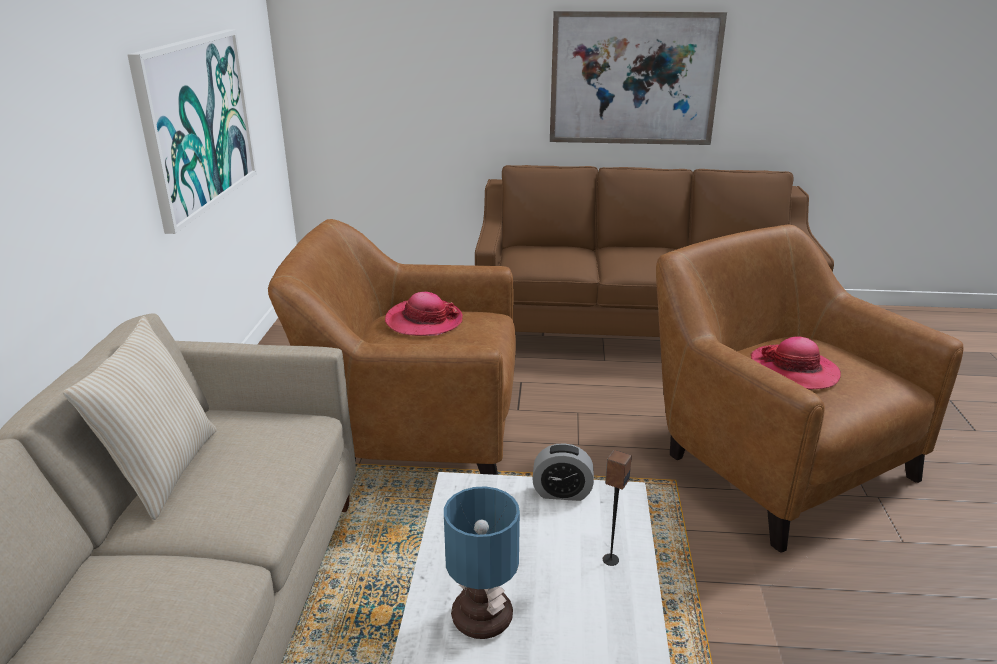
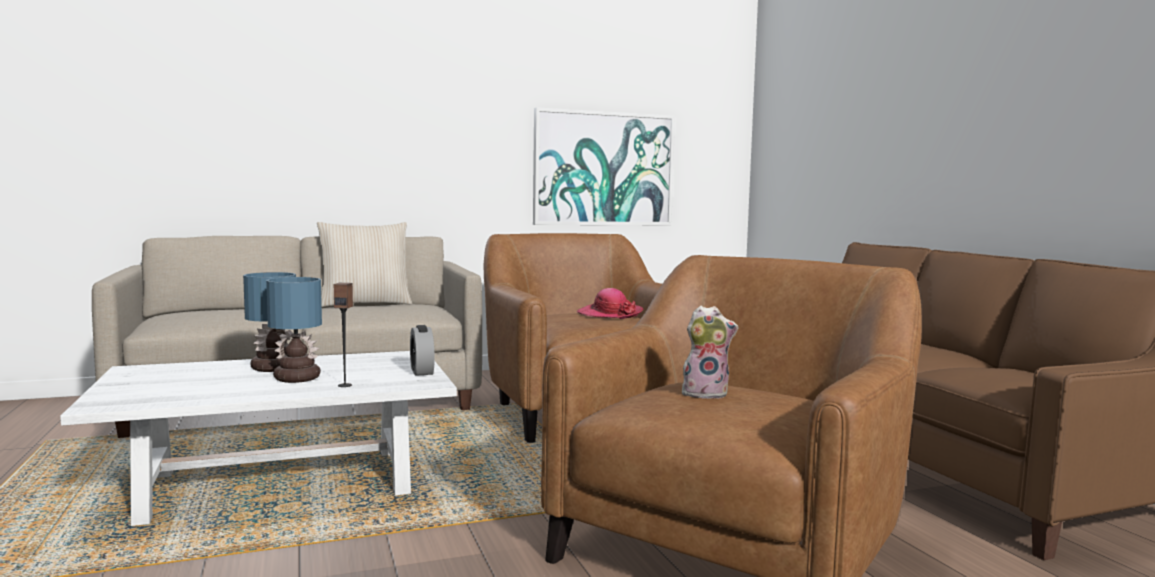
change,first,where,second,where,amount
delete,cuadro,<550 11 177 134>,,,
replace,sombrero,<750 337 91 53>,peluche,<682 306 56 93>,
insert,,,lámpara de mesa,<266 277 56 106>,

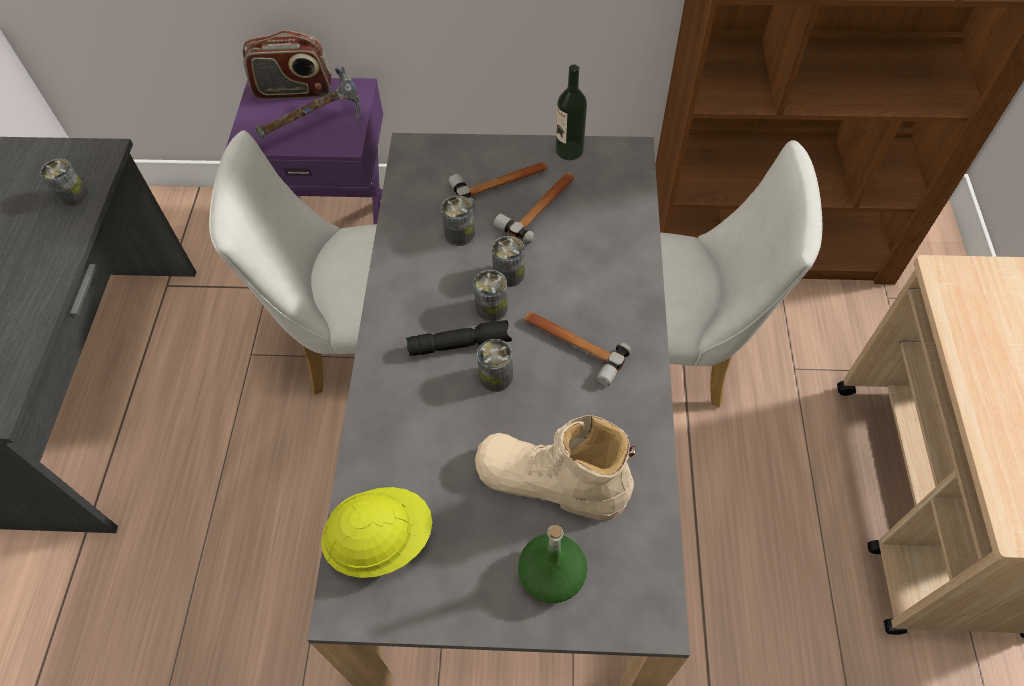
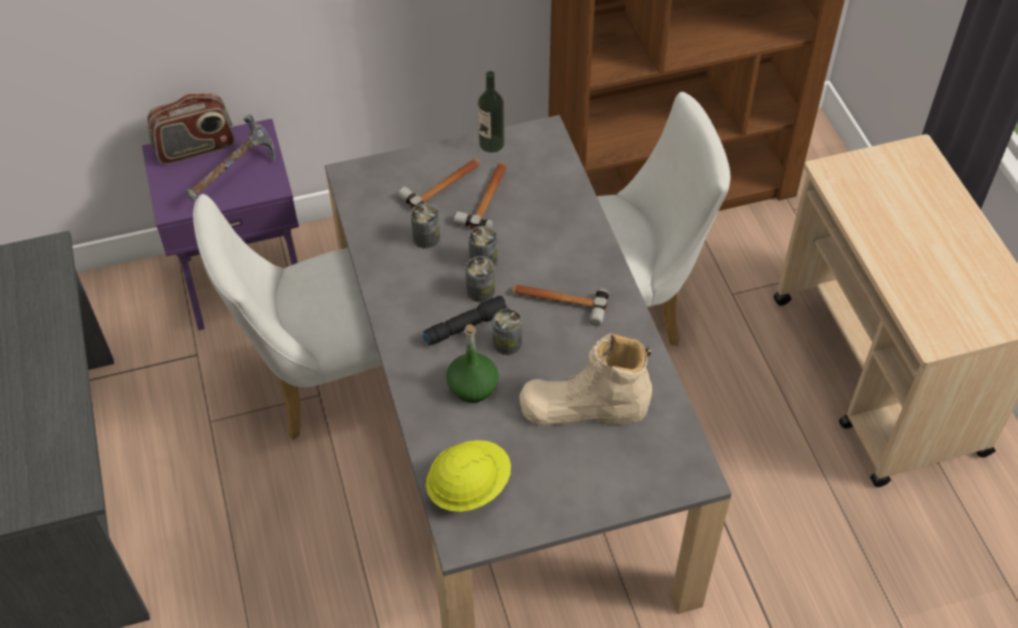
change,first,where,second,where,amount
delete,lata,<40 159 49 48>,,,
move,botella/verde,<518 525 69 78>,,<446 324 53 79>,

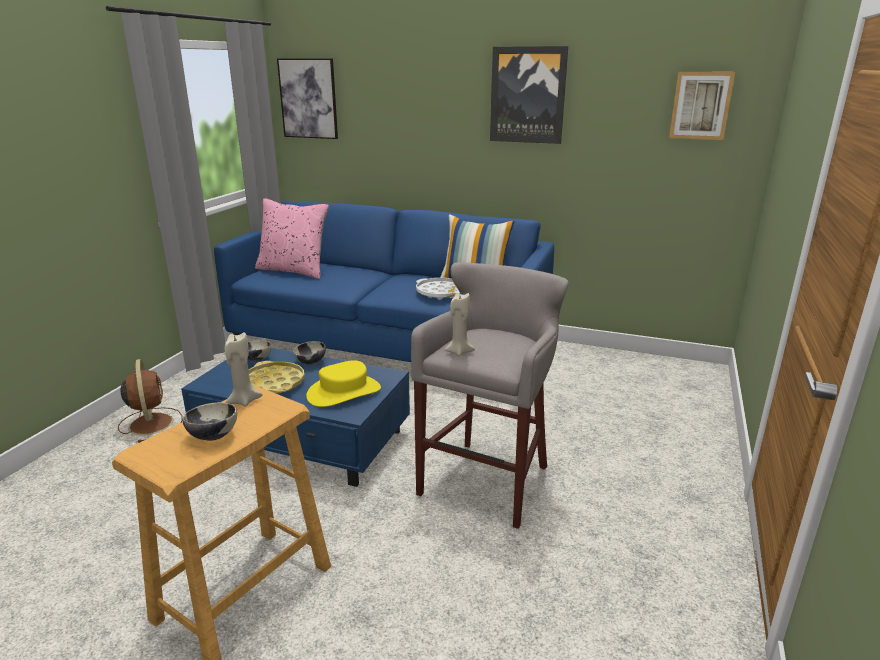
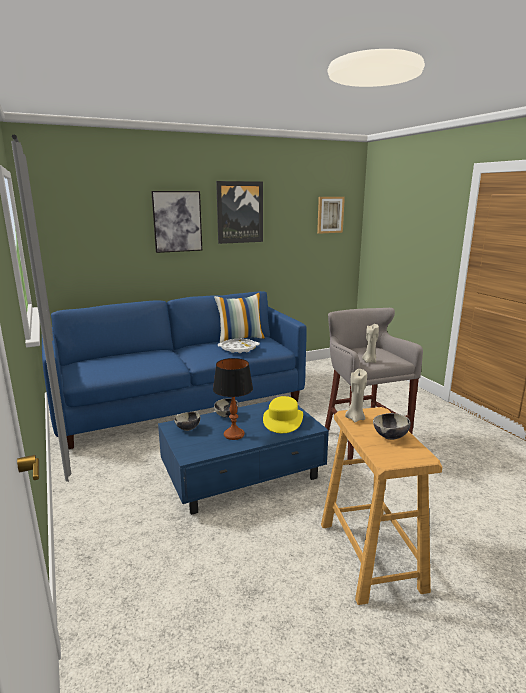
change,first,where,second,where,amount
move,cuadro,<277 58 61 81>,,<151 191 51 62>,
delete,cojín/rosa,<255 198 74 81>,,,
delete,ventilador/marrón,<118 359 64 84>,,,
replace,bandeja/amarillo,<248 361 56 32>,lámpara de mesa,<213 358 40 82>,

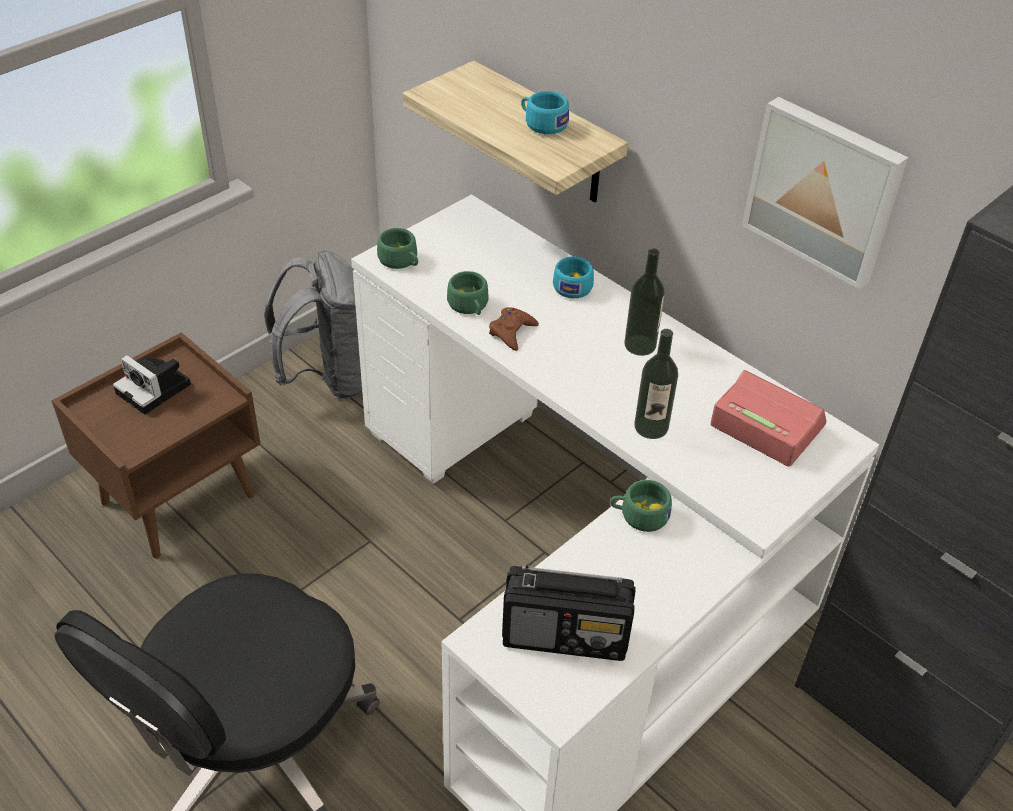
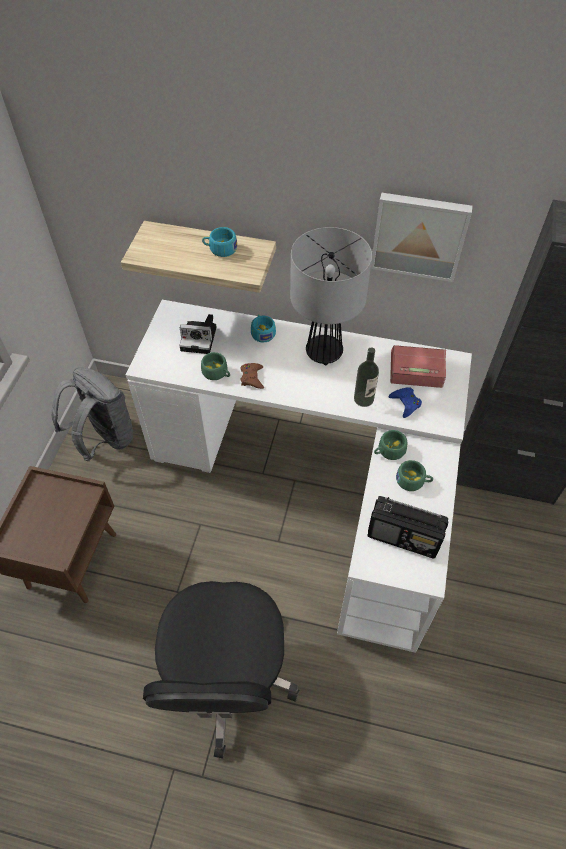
change,first,where,second,where,amount
move,taza/verde,<377 228 41 41>,,<396 460 37 31>,
replace,botella,<624 248 41 108>,lámpara de mesa,<290 227 82 138>,
move,cámara,<113 355 78 60>,,<179 314 38 40>,
rotate,radio,<502 565 133 96>,,<367 496 81 63>,45 degrees clockwise
insert,,,mando de consola/azul,<389 387 33 31>,

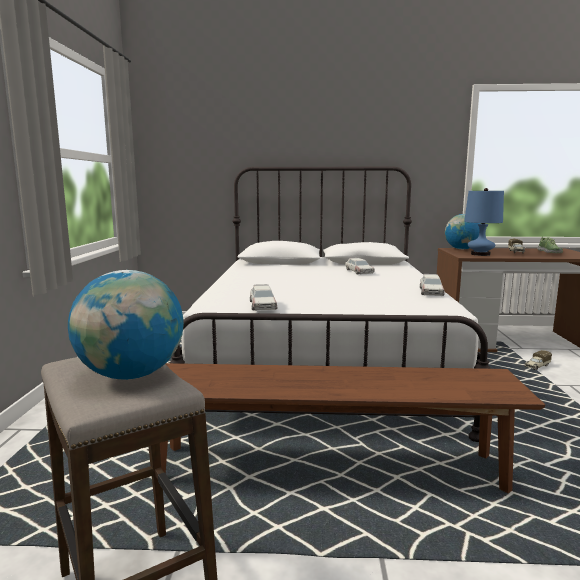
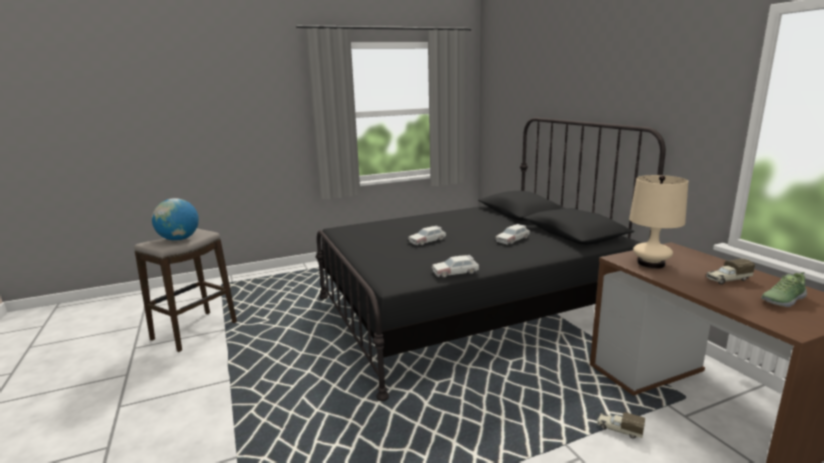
change,first,where,second,where,amount
recolor,cama/blanco,<170 167 321 275>,cama/negro,<316 117 350 284>,
recolor,lámpara de mesa/azul,<464 188 40 68>,lámpara de mesa/beis,<629 175 59 94>,
delete,globo terráqueo,<445 214 36 36>,,,
move,coche de juguete,<250 284 27 27>,,<408 225 38 20>,
delete,banco/marrón,<160 363 385 130>,,,

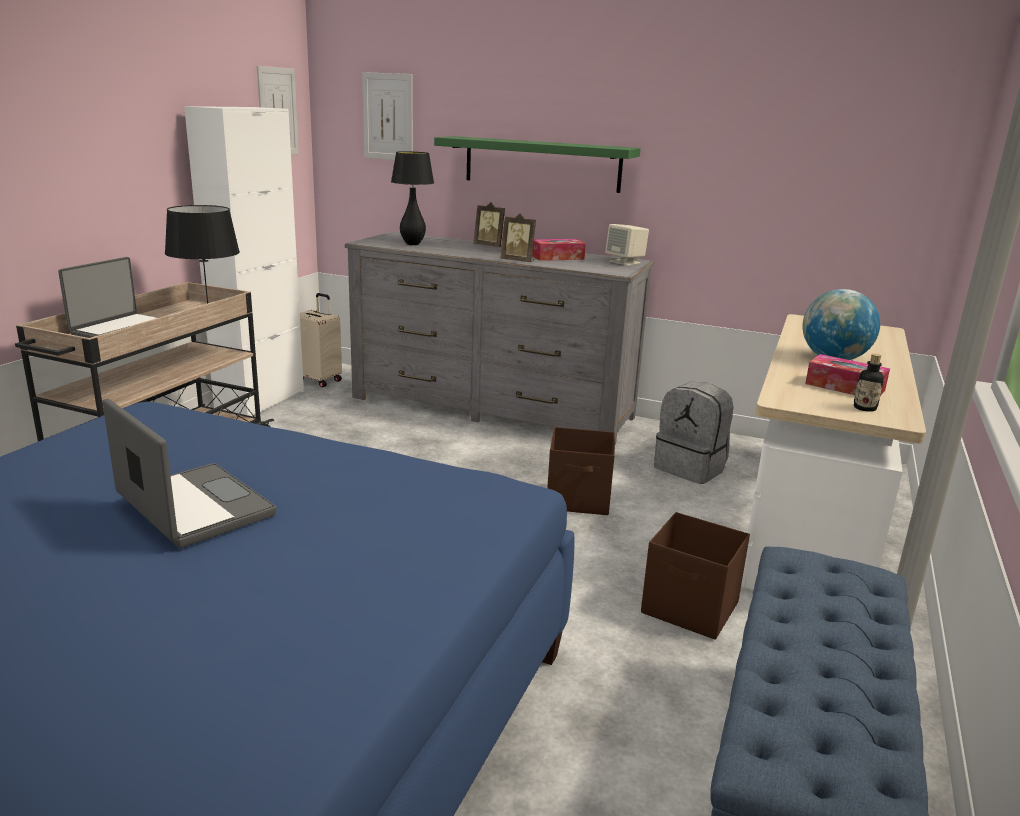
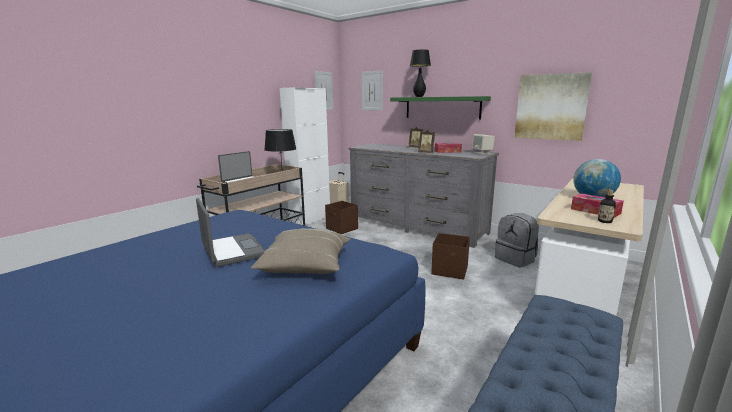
change,first,where,second,where,amount
move,lámpara de mesa/negro,<391 151 43 94>,,<410 50 21 47>,
move,caja de almacenaje/marrón,<641 512 109 128>,,<325 201 33 33>,
insert,,,cuadro,<514 72 78 69>,
insert,,,cojín/beis,<251 228 100 46>,

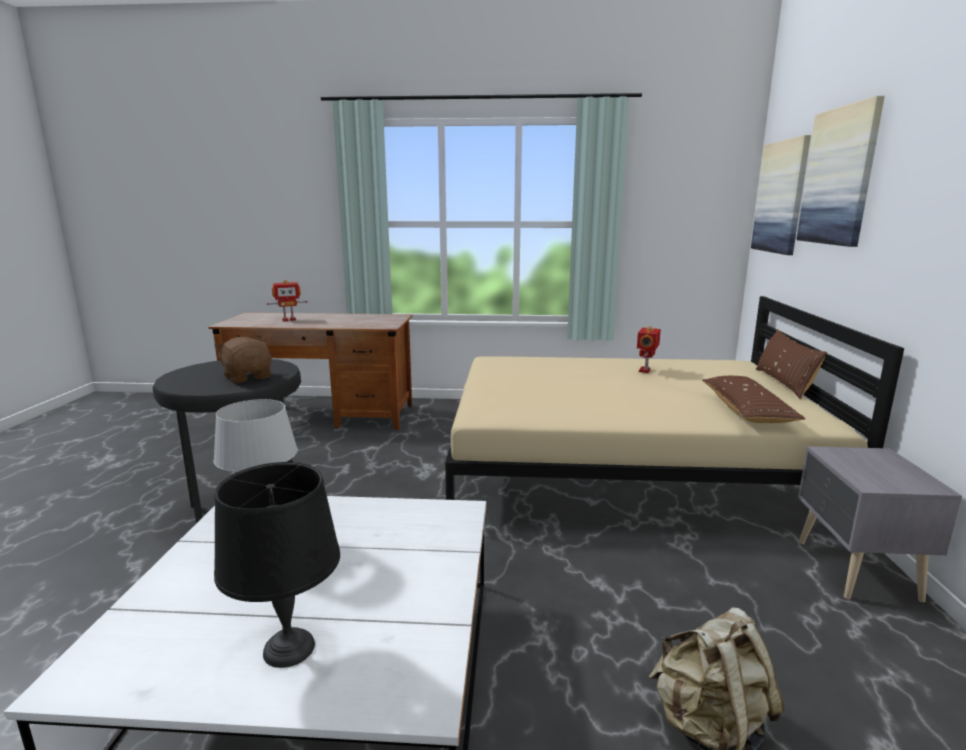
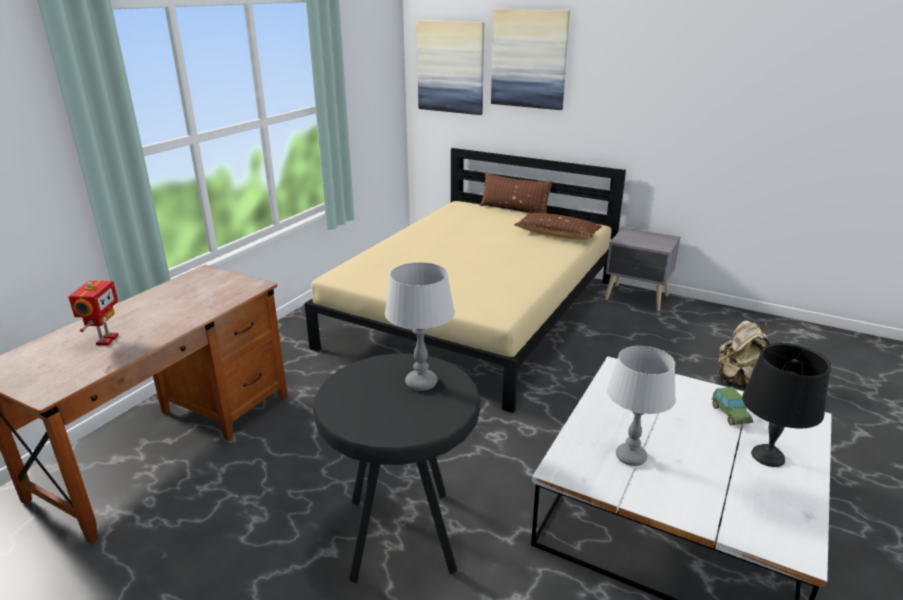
change,first,where,second,where,amount
delete,robot de juguete,<637 326 24 47>,,,
replace,peluche/marrón,<215 337 57 46>,lámpara de mesa/gris,<385 262 70 129>,
insert,,,coche de juguete,<711 387 43 39>,

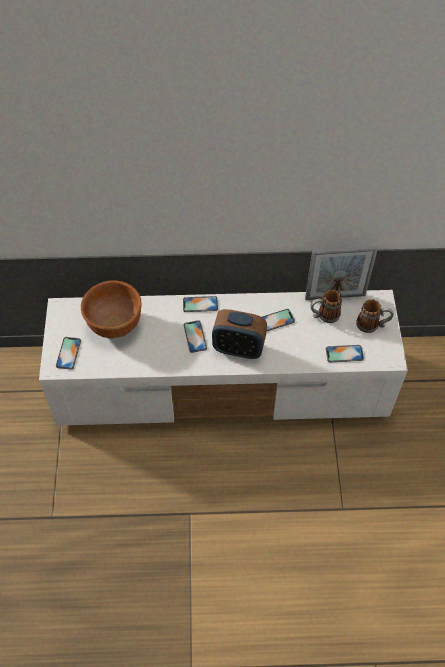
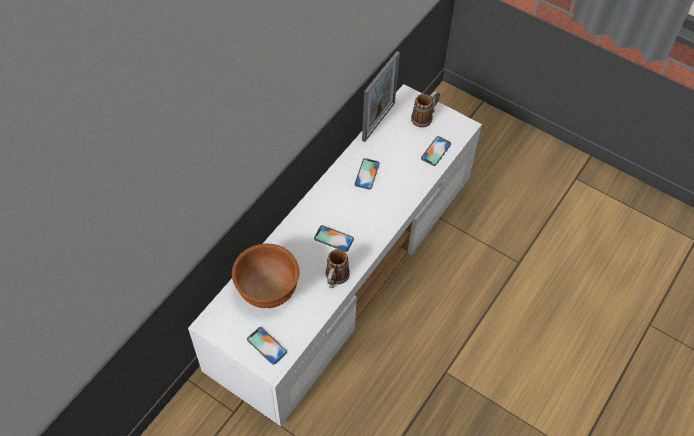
change,first,where,second,where,amount
move,taza grande,<310 289 32 34>,,<326 249 24 39>,
delete,móvil,<183 296 35 16>,,,
delete,despertador,<212 309 55 50>,,,

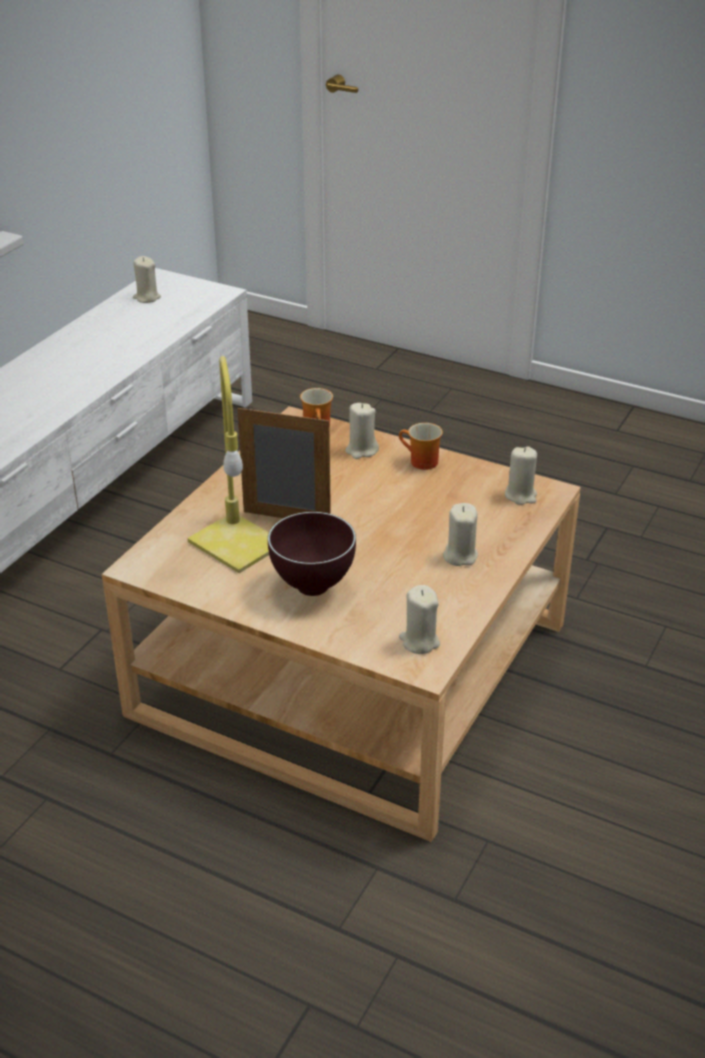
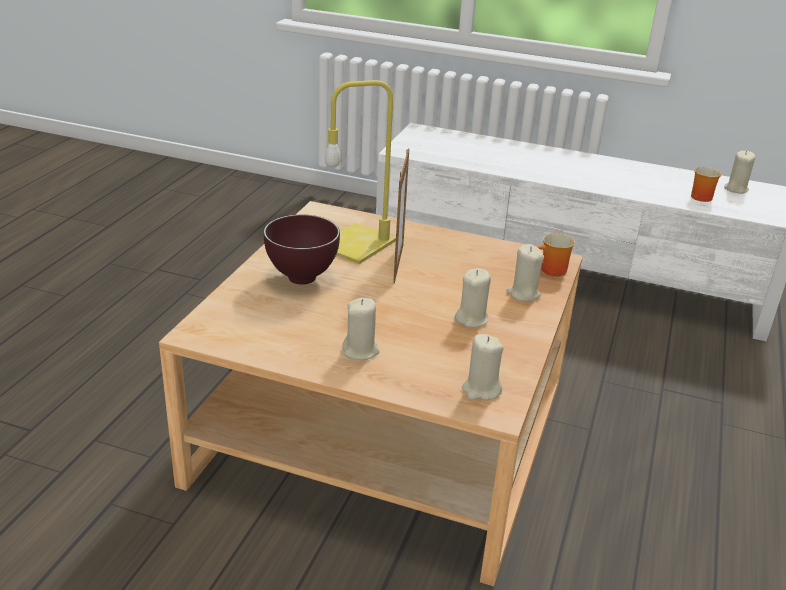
change,first,where,second,where,amount
move,taza grande,<399 423 44 47>,,<691 167 31 35>,
move,vela/beis,<399 585 41 69>,,<455 268 36 60>,

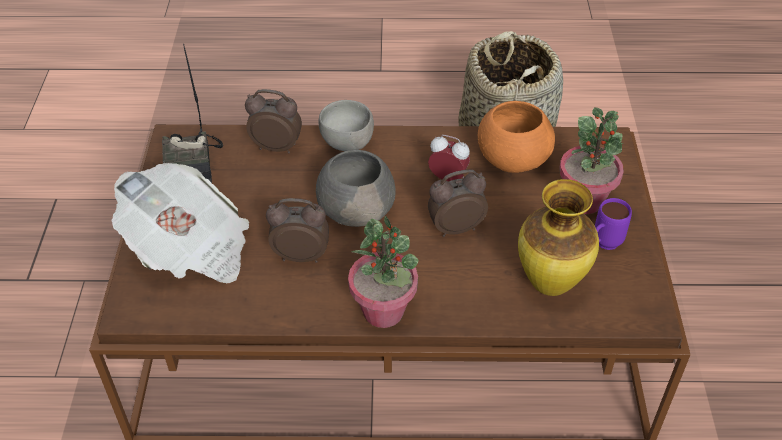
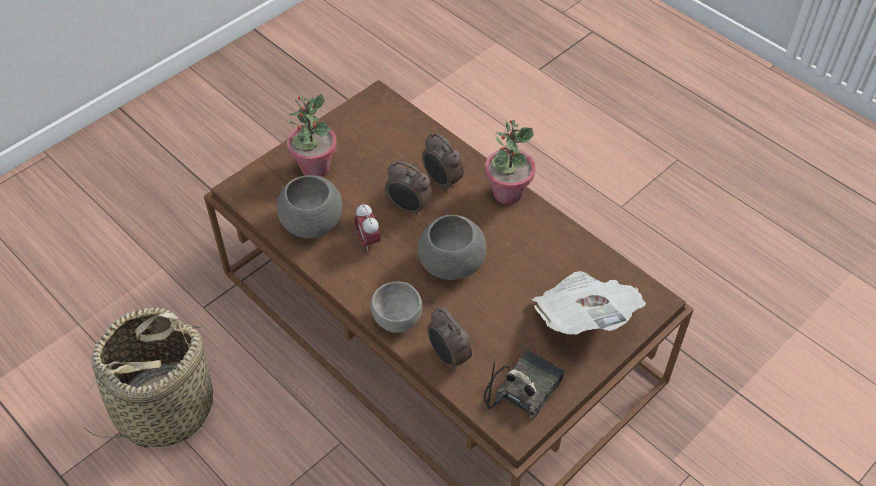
change,first,where,second,where,amount
recolor,cuenco/naranja,<478 101 77 72>,cuenco/gris,<277 175 66 63>,
delete,florero,<518 179 81 117>,,,
move,despertador,<266 198 63 65>,,<422 133 42 59>,
delete,taza grande/morado,<595 198 37 52>,,,

